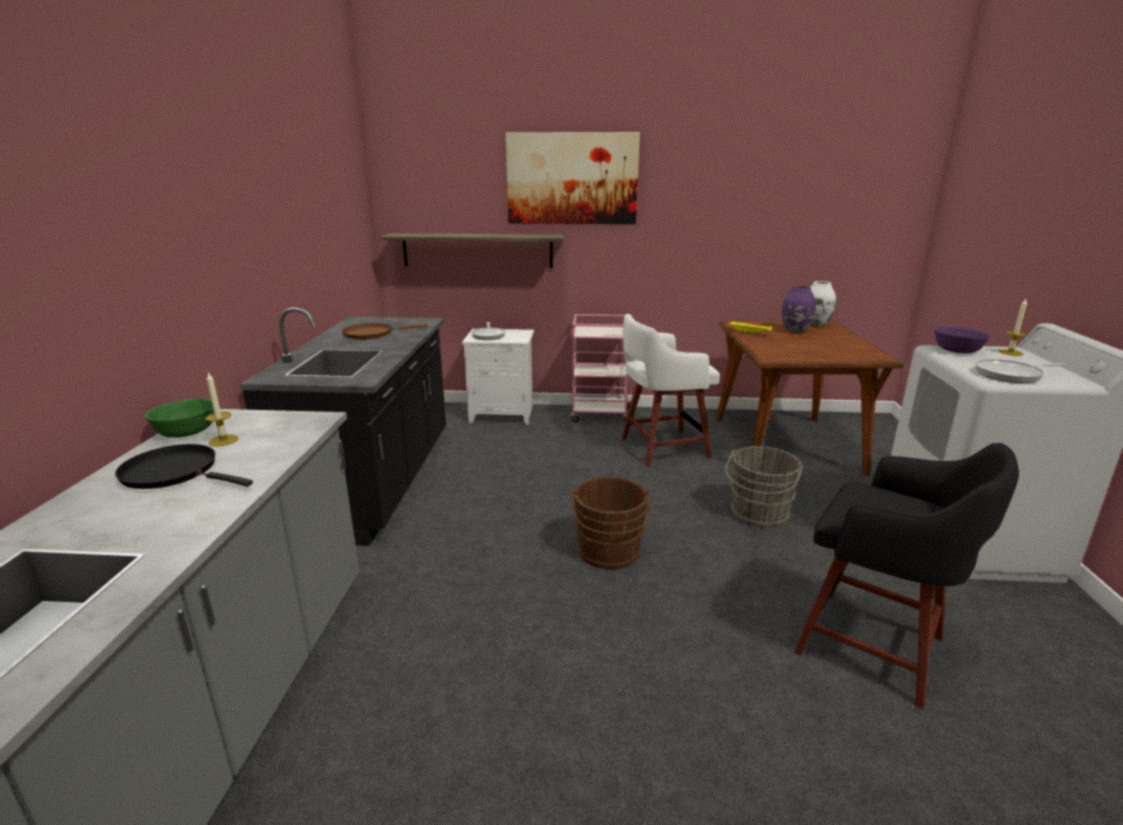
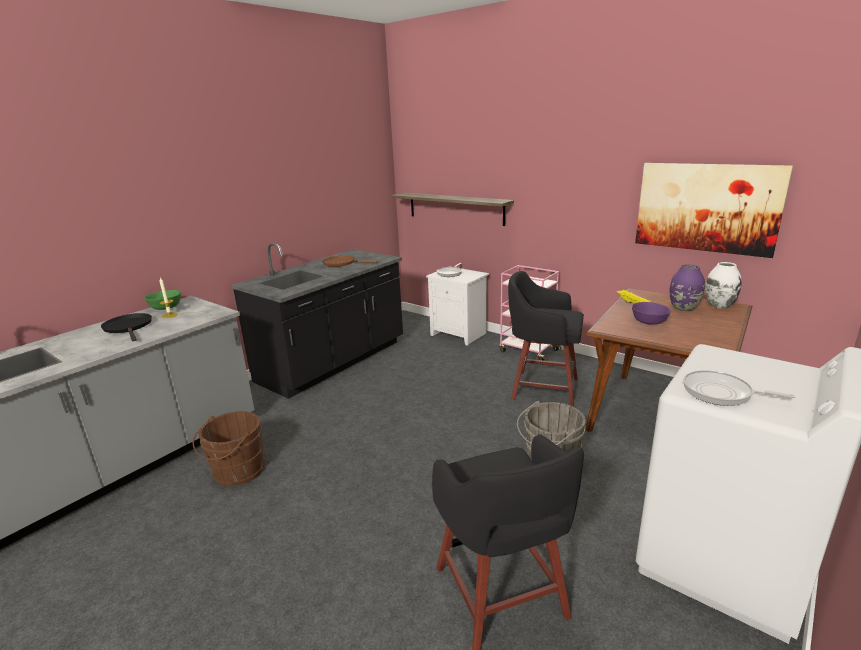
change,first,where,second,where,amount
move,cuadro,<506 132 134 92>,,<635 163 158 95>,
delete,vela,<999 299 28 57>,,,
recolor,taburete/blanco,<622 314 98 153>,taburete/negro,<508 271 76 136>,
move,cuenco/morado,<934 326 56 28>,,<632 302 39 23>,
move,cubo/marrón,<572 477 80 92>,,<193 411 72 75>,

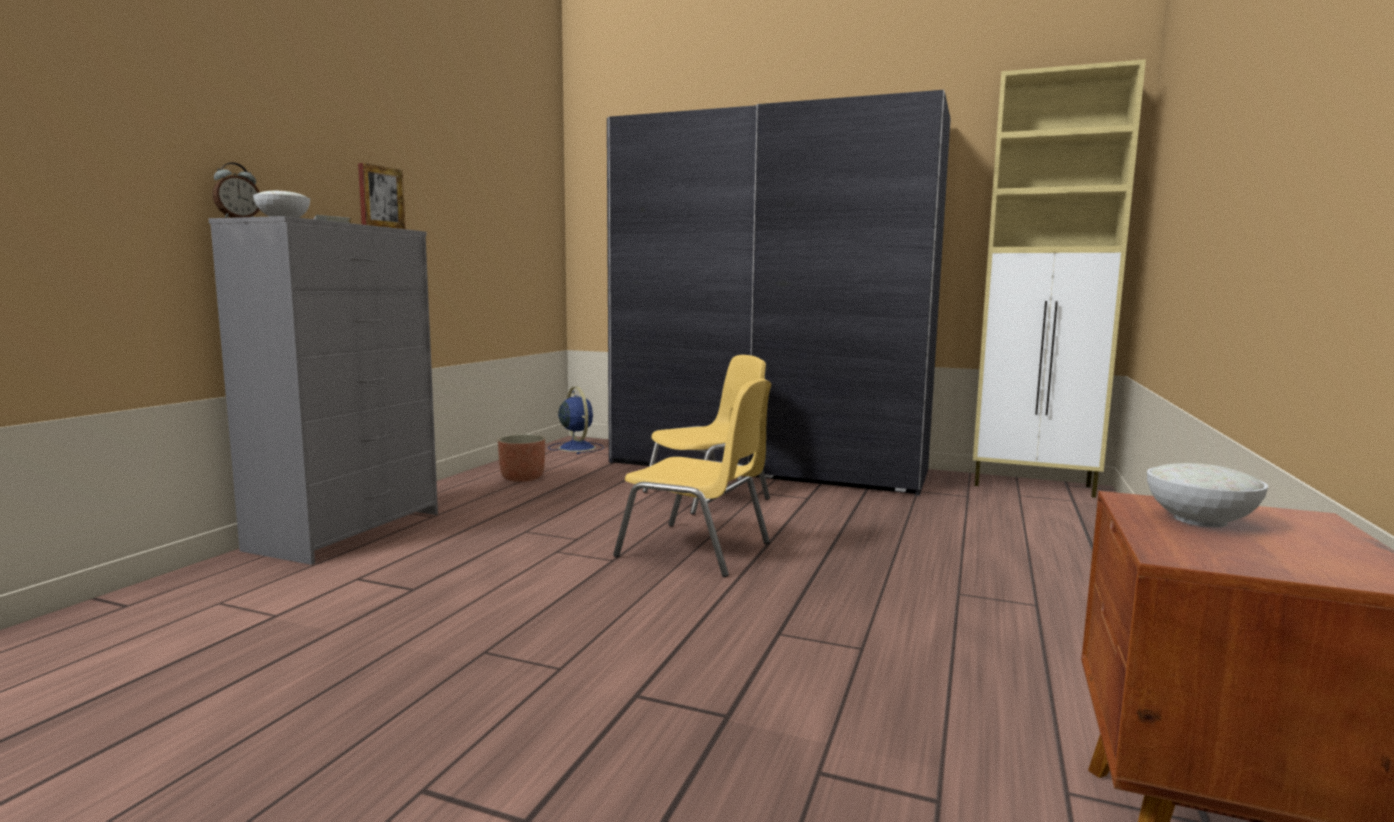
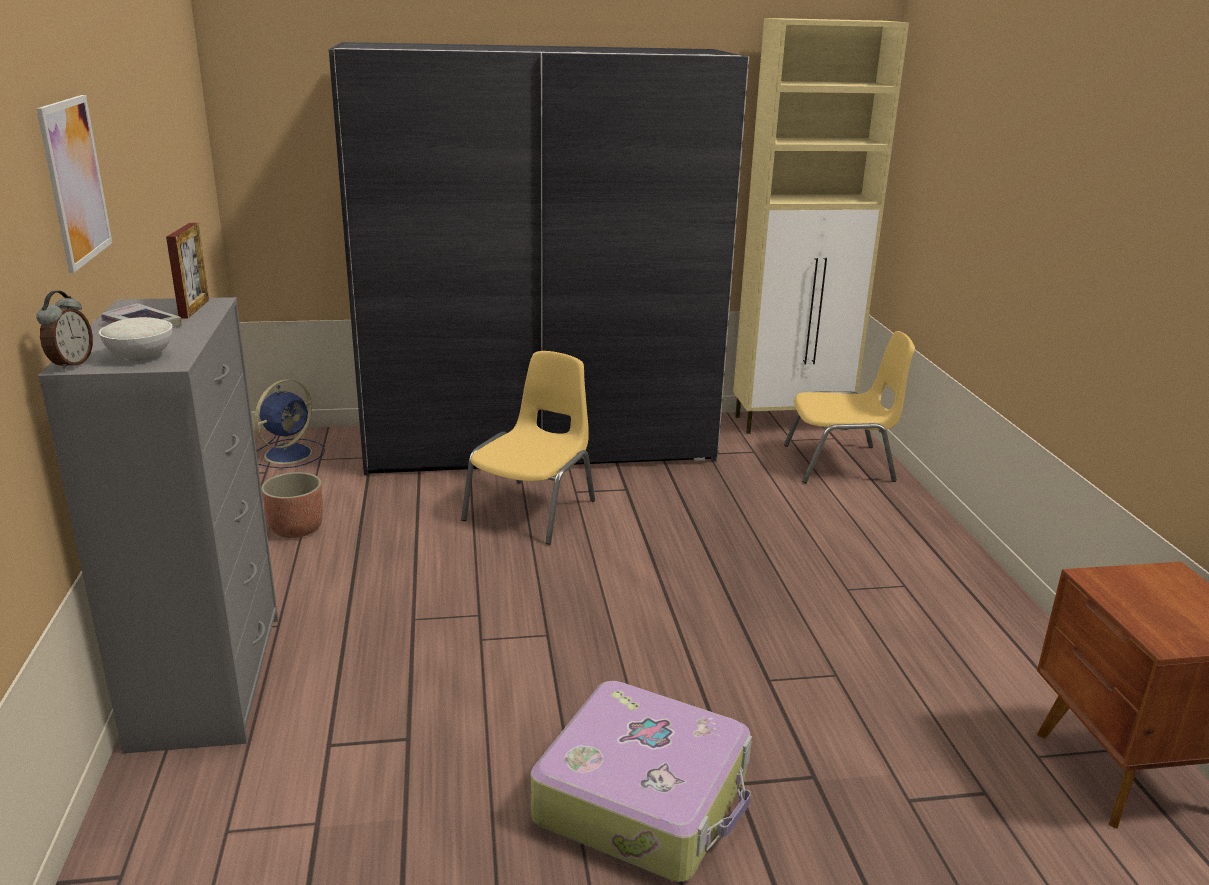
change,first,where,second,where,amount
move,silla/amarillo,<613 378 158 199>,,<784 331 131 152>,
rotate,ventilador/azul,<548 386 56 68>,,<254 379 71 89>,90 degrees clockwise
delete,cuenco/blanco,<1147 463 121 64>,,,
insert,,,cuadro,<37 95 75 178>,
insert,,,maleta,<531 681 221 201>,

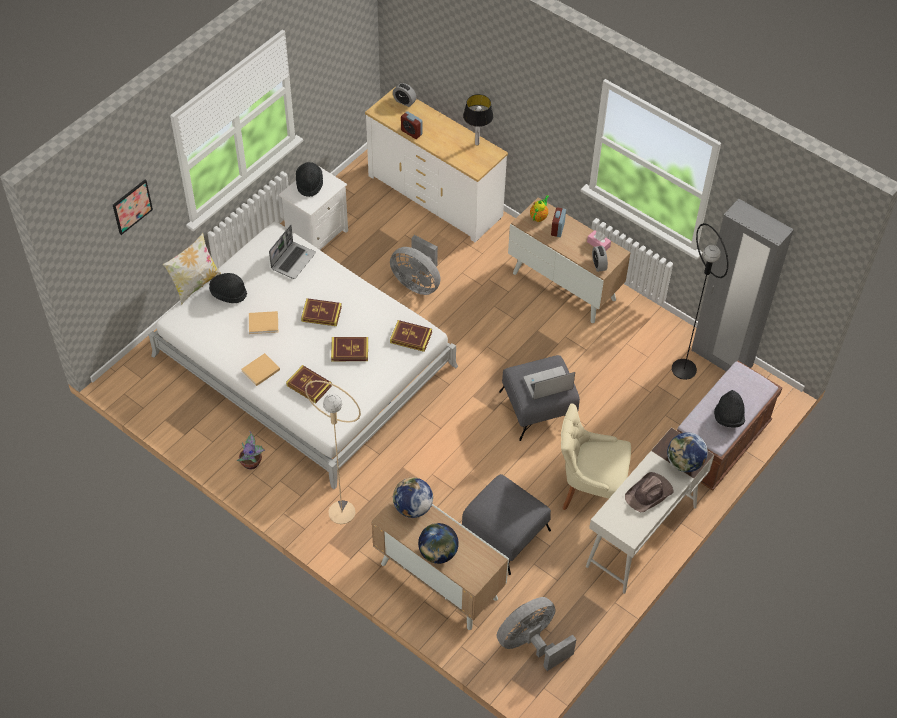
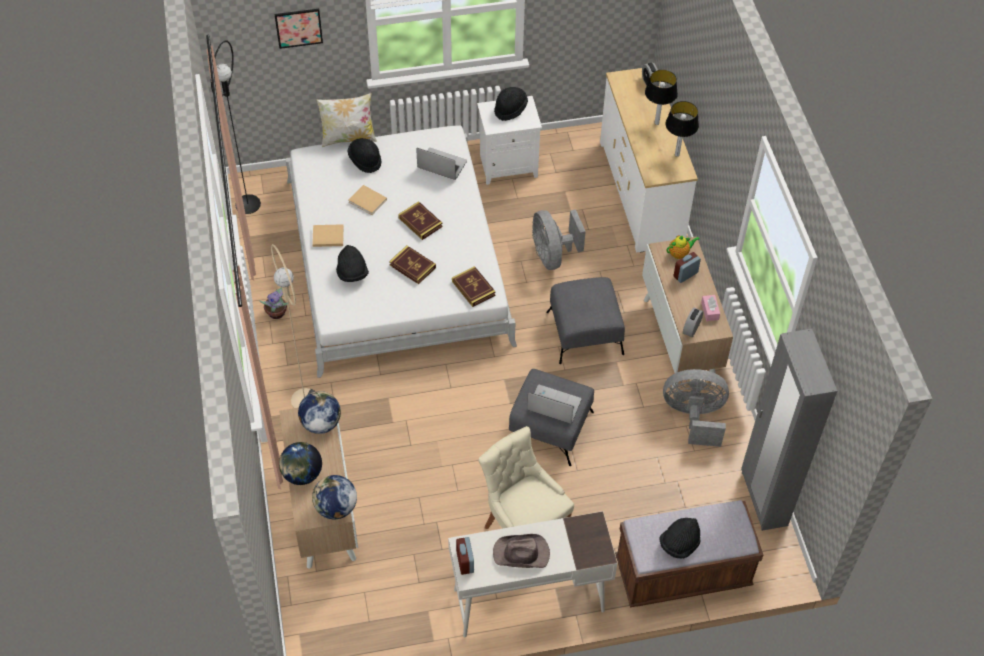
change,first,where,second,where,amount
move,despertador,<401 111 22 28>,,<456 537 18 38>,
move,lámpara de pie/negro,<672 223 56 157>,,<211 40 50 174>,
rotate,portátil,<269 225 47 54>,,<416 148 51 32>,135 degrees counterclockwise
replace,libro,<286 365 46 38>,sombrero/negro,<336 245 33 37>,
move,globo terráqueo,<667 432 41 40>,,<312 475 45 44>,
move,puf/gris,<462 474 89 101>,,<546 277 79 87>,
move,ventilador/gris,<497 597 80 74>,,<663 369 66 78>,
insert,,,lámpara de mesa,<645 70 33 55>,

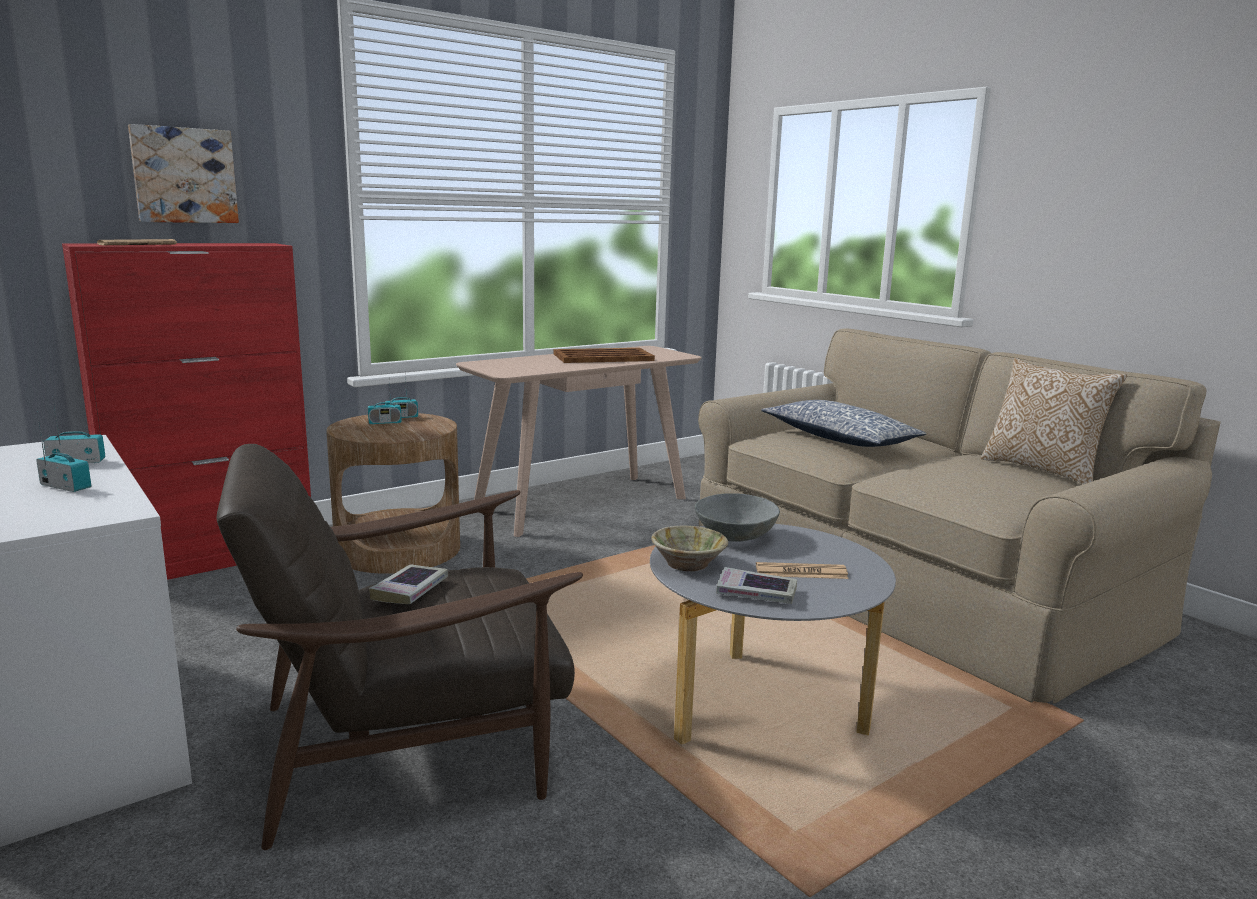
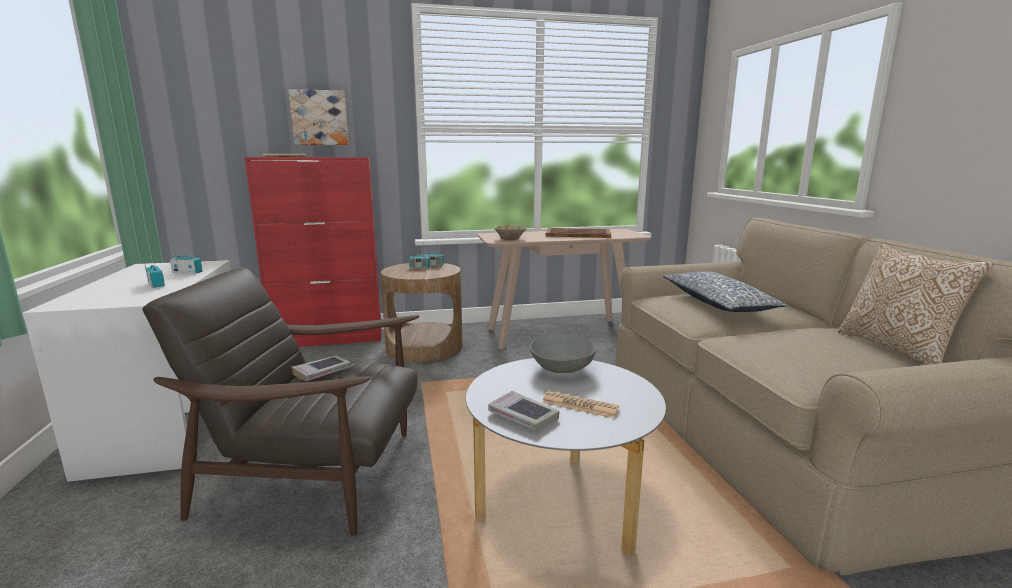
change,first,where,second,where,amount
move,cuenco/beis,<651 526 77 45>,,<494 225 33 15>,

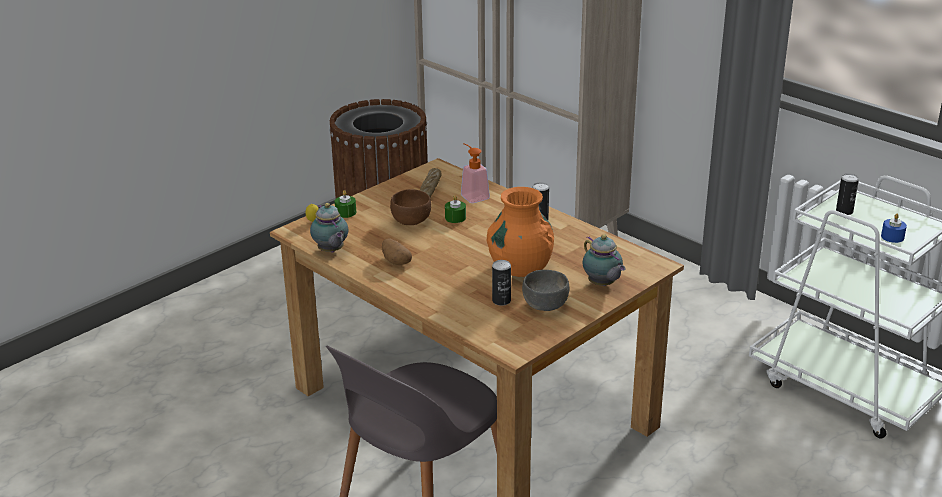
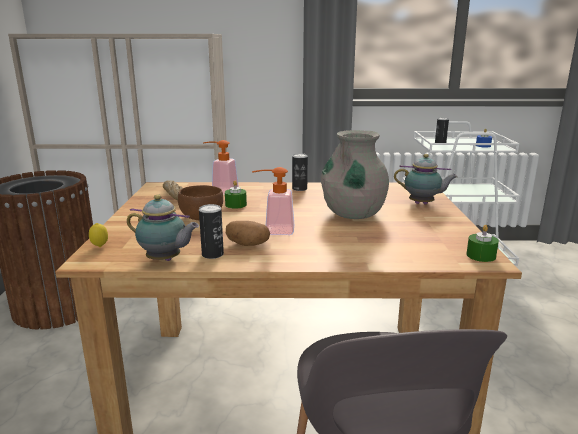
change,first,where,second,where,amount
recolor,florero/naranja,<487 187 67 90>,florero/gris,<321 130 68 89>,
move,vela/verde,<335 190 21 28>,,<466 225 33 37>,
move,lata,<492 260 19 46>,,<199 204 25 55>,
delete,cuenco/gris,<522 270 48 41>,,,
insert,,,dispensador de jabón,<252 167 42 68>,

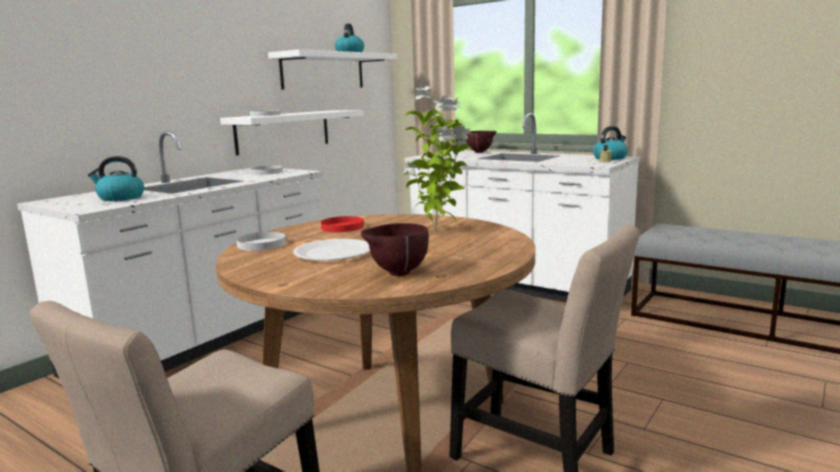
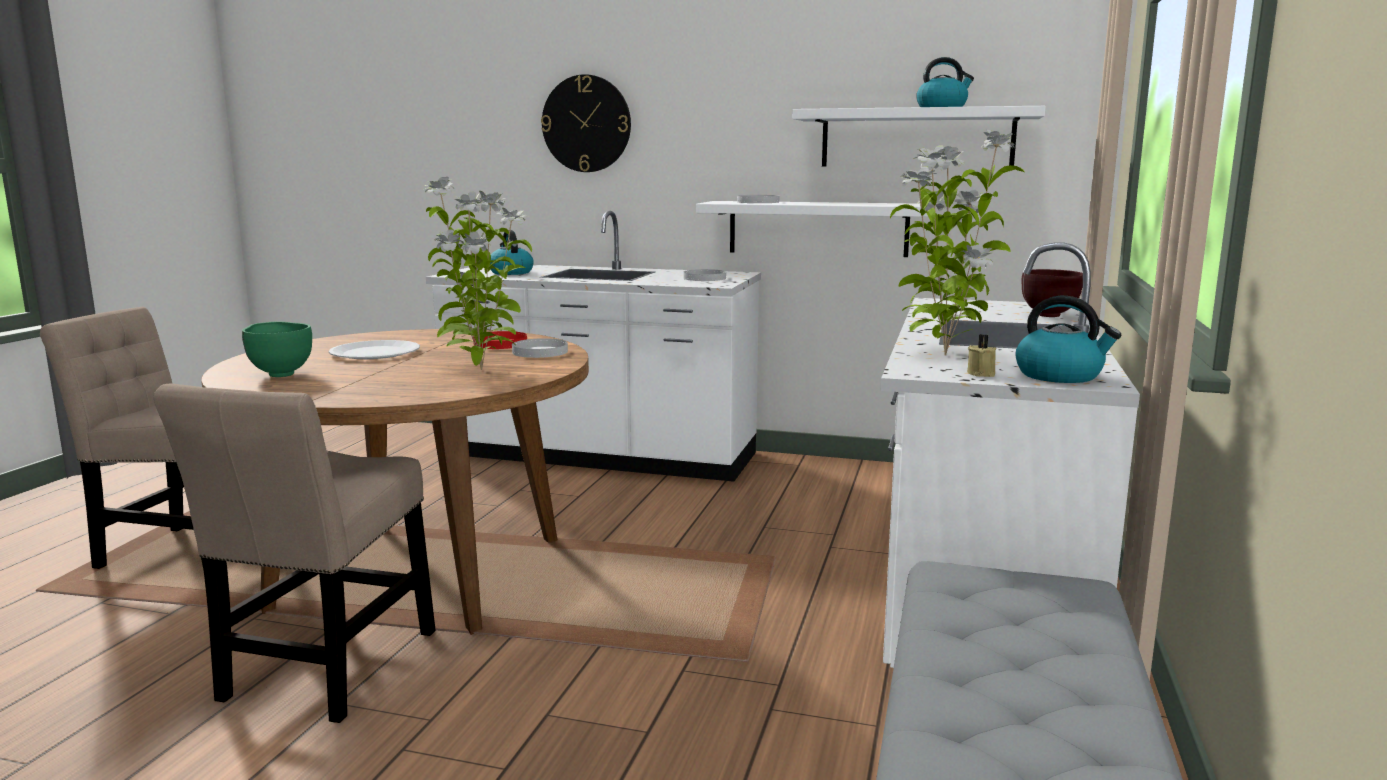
change,first,where,second,where,amount
recolor,cuenco/marrón,<361 223 68 53>,cuenco/verde,<242 321 70 56>,
move,plato/blanco,<236 232 50 19>,,<512 338 56 20>,
insert,,,reloj de pared,<541 74 90 98>,
insert,,,planta en maceta,<890 130 135 226>,

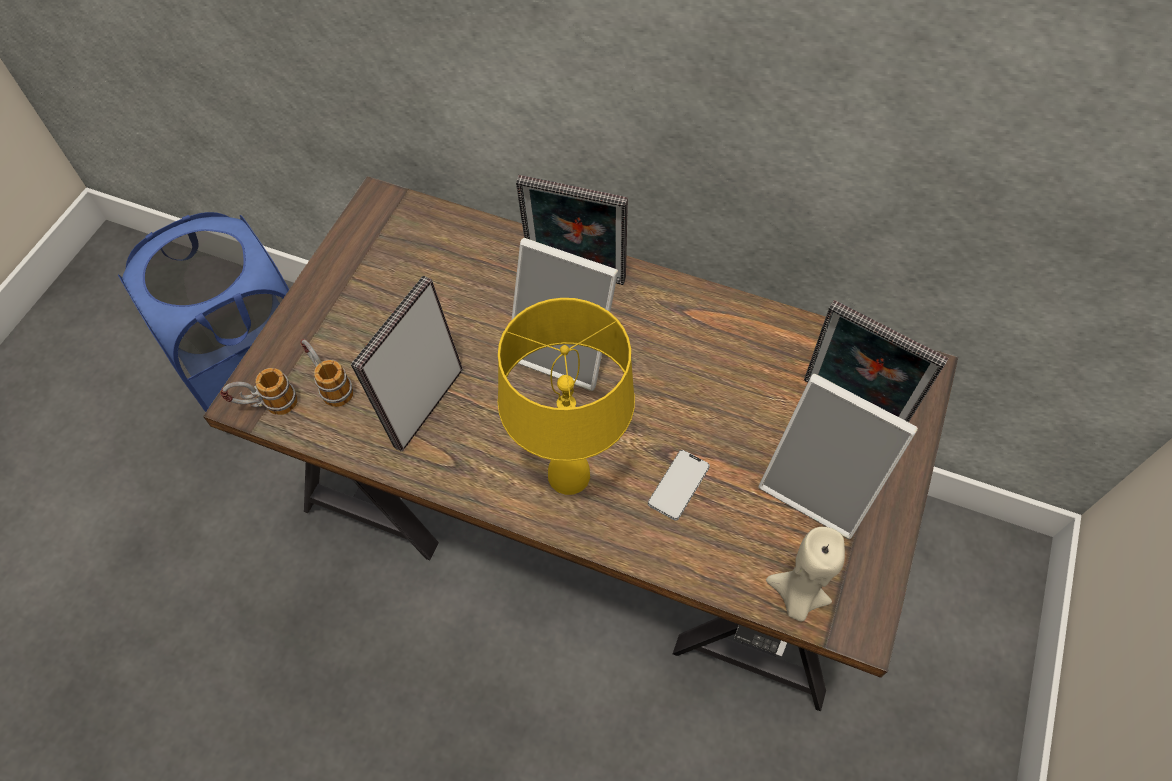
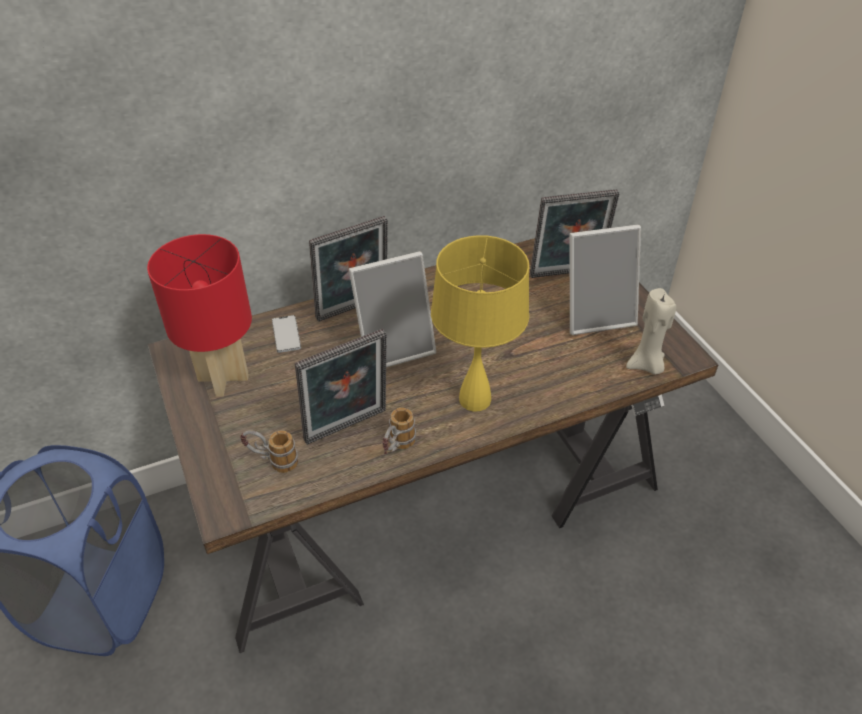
change,first,where,second,where,amount
rotate,portarretratos,<351 276 112 176>,,<295 329 92 116>,105 degrees counterclockwise
move,taza grande,<220 368 77 47>,,<382 408 34 46>,
move,móvil,<648 450 62 71>,,<272 315 29 38>,
insert,,,lámpara de mesa/rojo,<147 234 105 163>,

